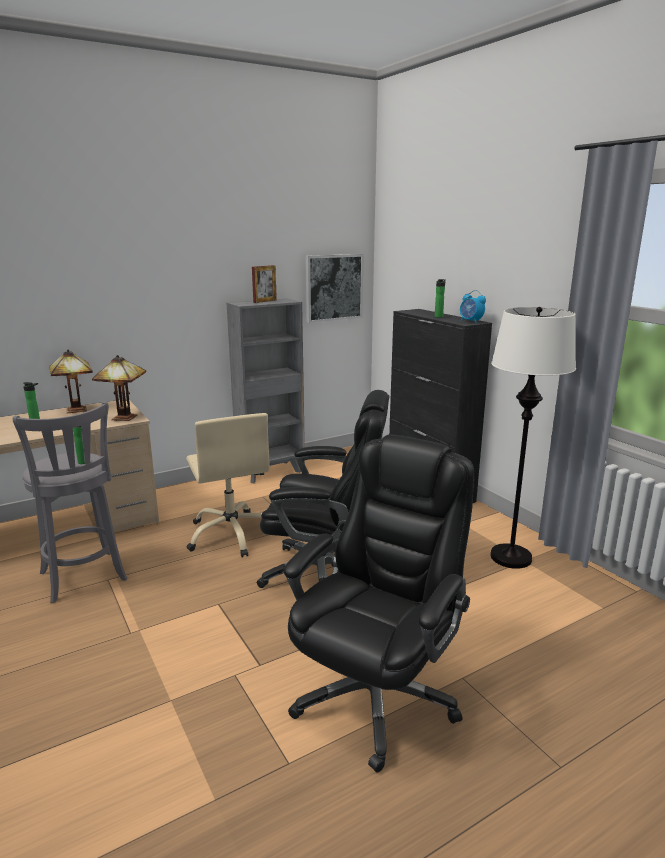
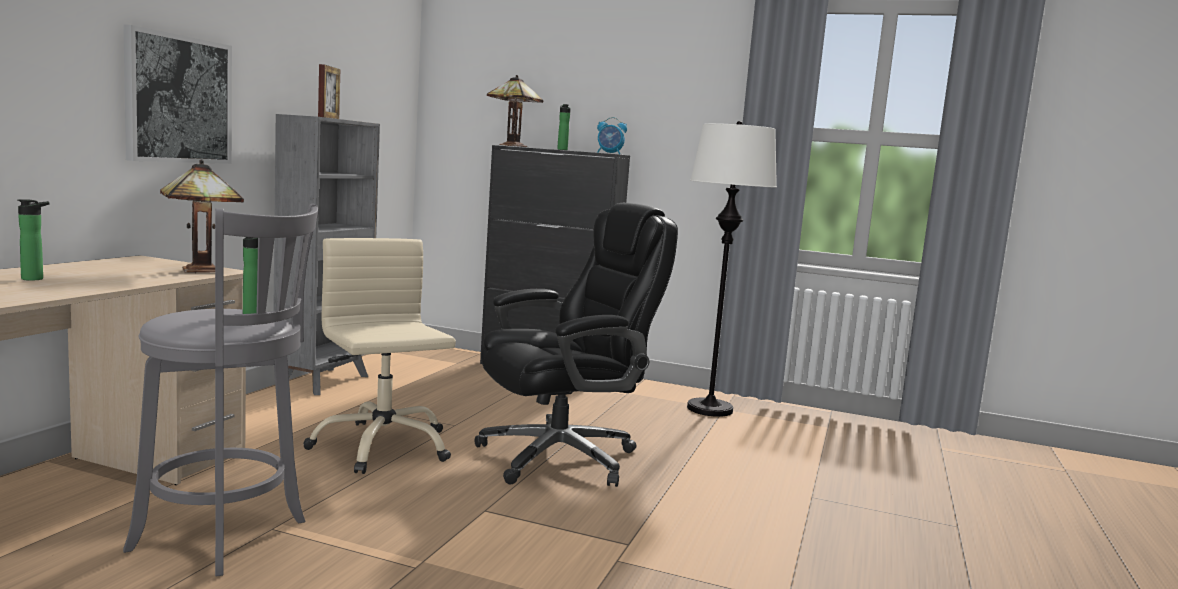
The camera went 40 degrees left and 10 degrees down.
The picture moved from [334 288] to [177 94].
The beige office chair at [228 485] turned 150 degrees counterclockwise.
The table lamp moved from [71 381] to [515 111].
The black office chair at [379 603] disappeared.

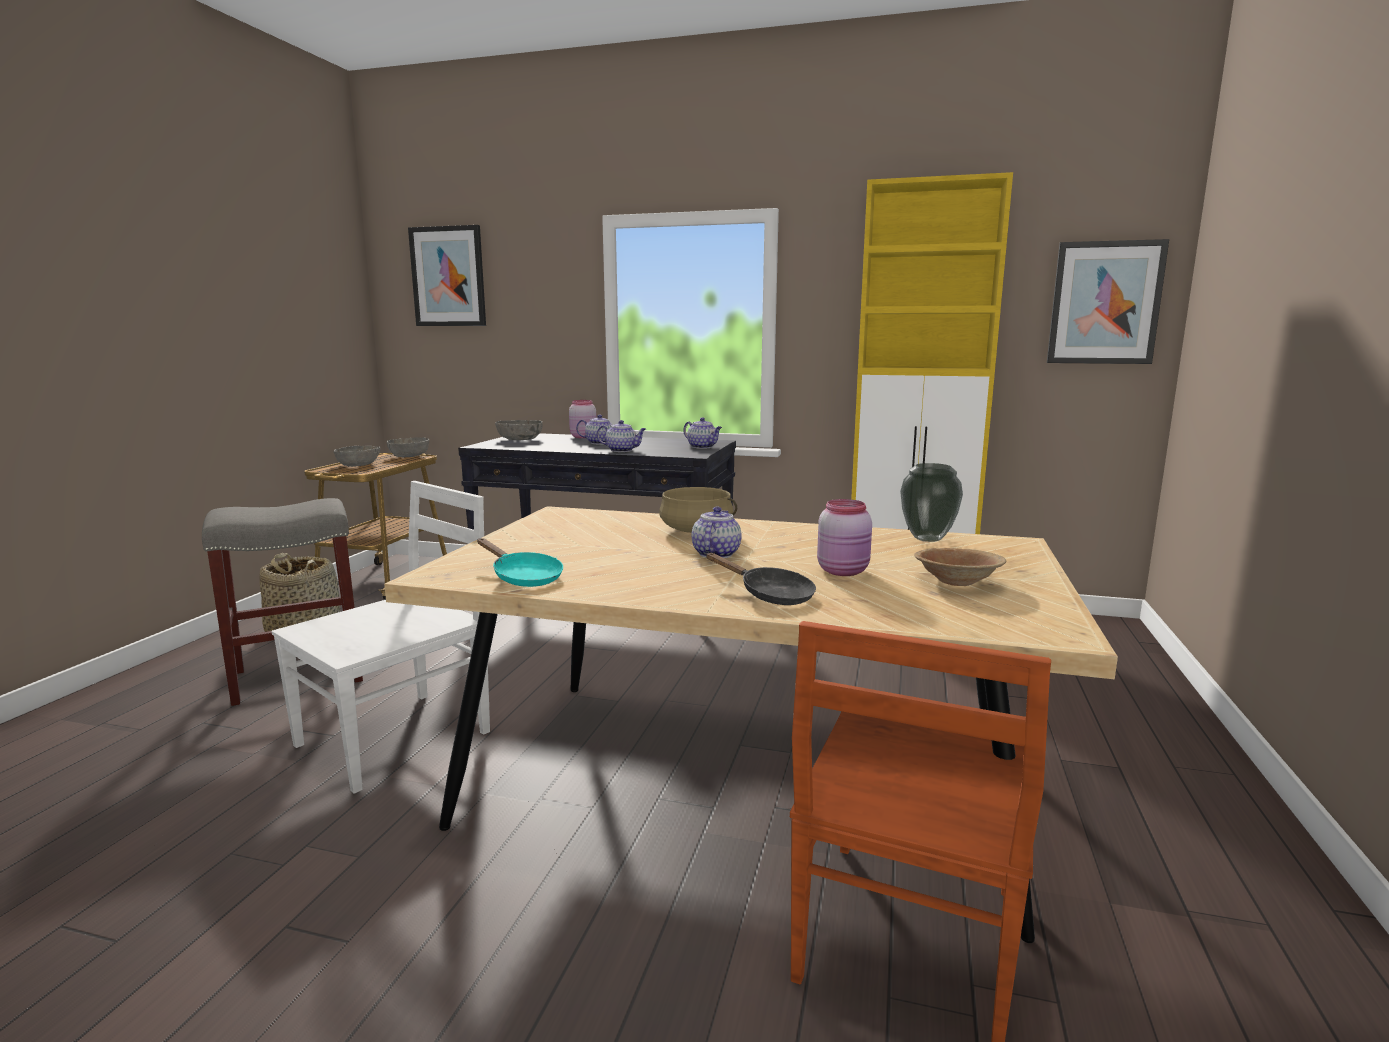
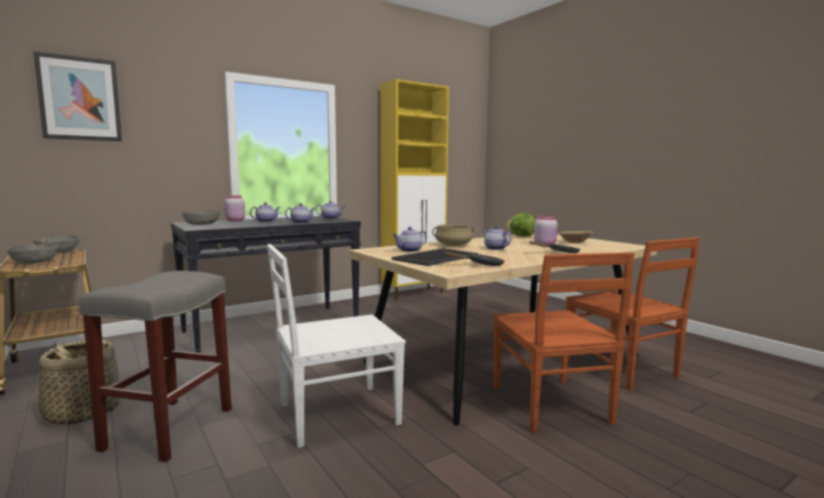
The camera went 50 degrees left and 5 degrees down.
The white chair at [381 637] turned 105 degrees counterclockwise.
The tray at [435 257] appeared.
The teapot at [410 239] appeared.
The turquoise frying pan at [520 562] became the black frying pan at [473 258].
The brown chair at [564 342] appeared.
The vase at [931 502] was replaced by the lettuce at [521 225].
The picture at [1108 301] disappeared.

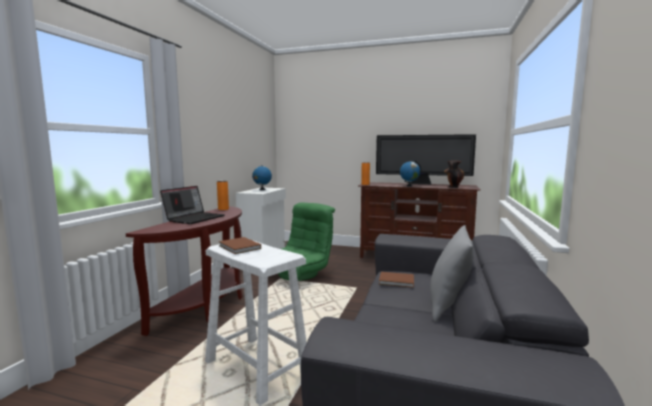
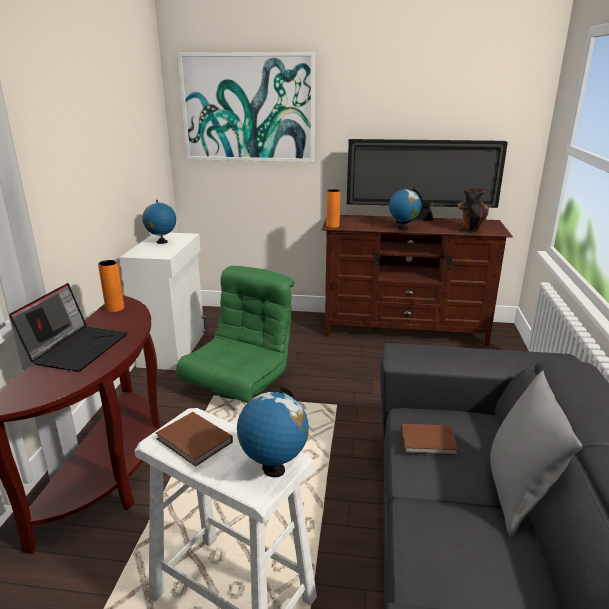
The camera went 10 degrees left and 15 degrees up.
The picture at [246 107] appeared.
The globe at [273 432] appeared.

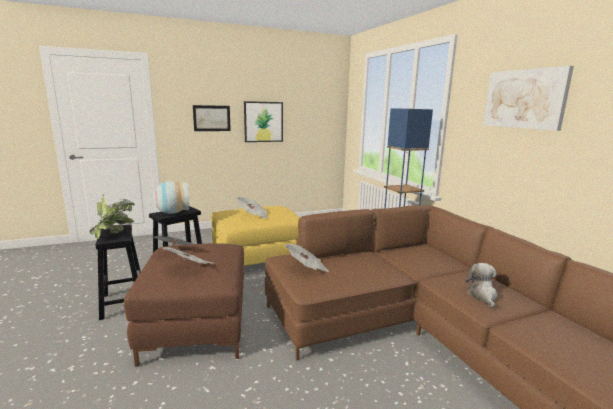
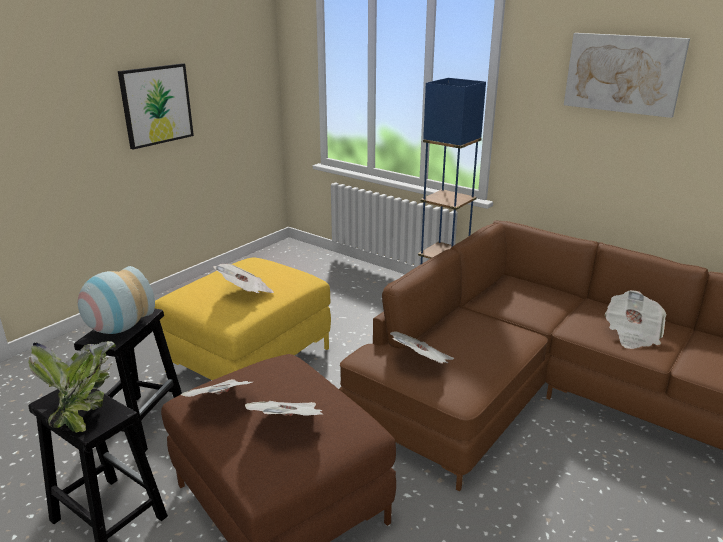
The camera went 30 degrees left and 10 degrees up.
The plush toy at [481 285] was replaced by the newspaper at [635 319].
The picture at [212 118] disappeared.

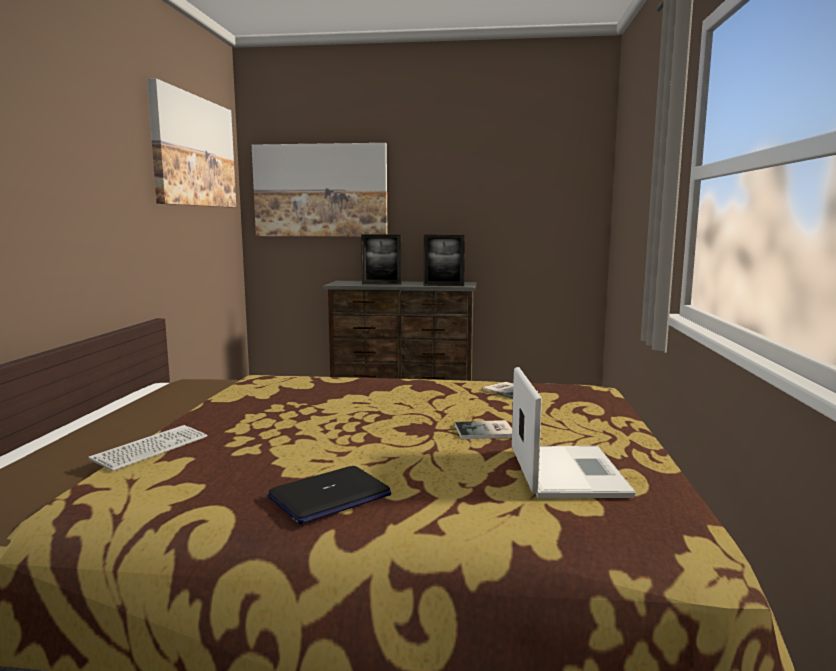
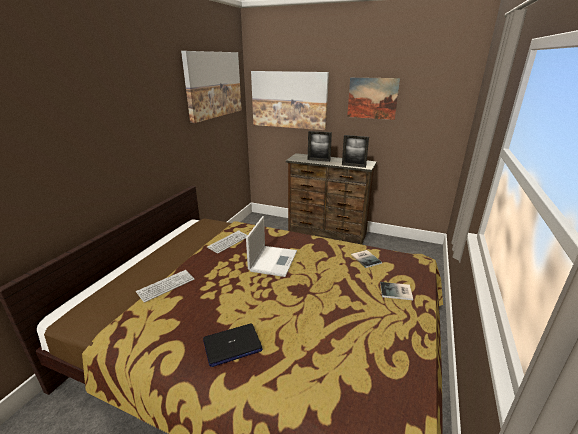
The camera went 15 degrees right and 15 degrees up.
The keyboard at [227 242] appeared.
The laptop moved from [574 432] to [271 246].
The picture at [373 98] appeared.
The book moved from [483 429] to [396 291].

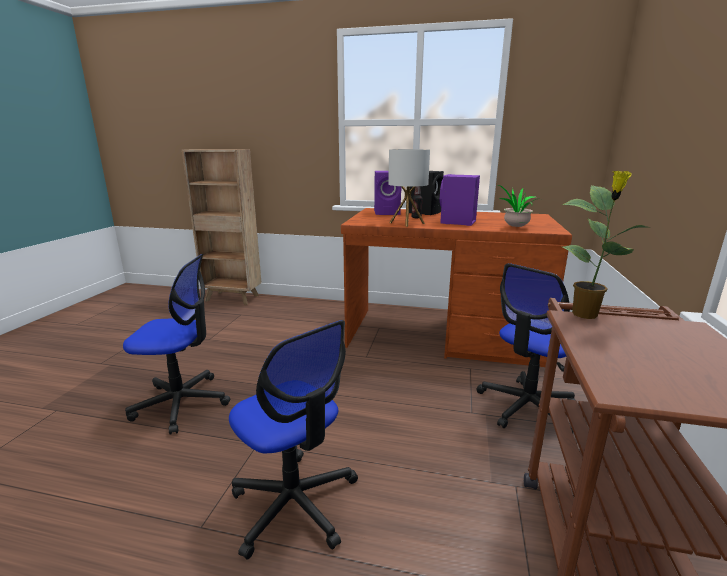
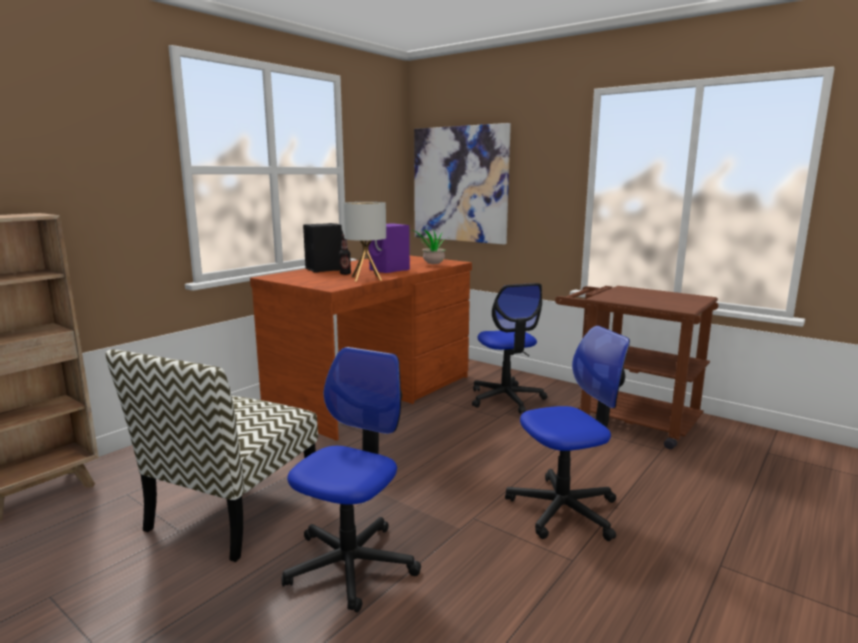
The camera went 65 degrees left and 5 degrees down.
The chair at [211 455] appeared.
The picture at [462 184] appeared.
The purple speaker at [387 193] disappeared.
The potted plant at [604 244] disappeared.

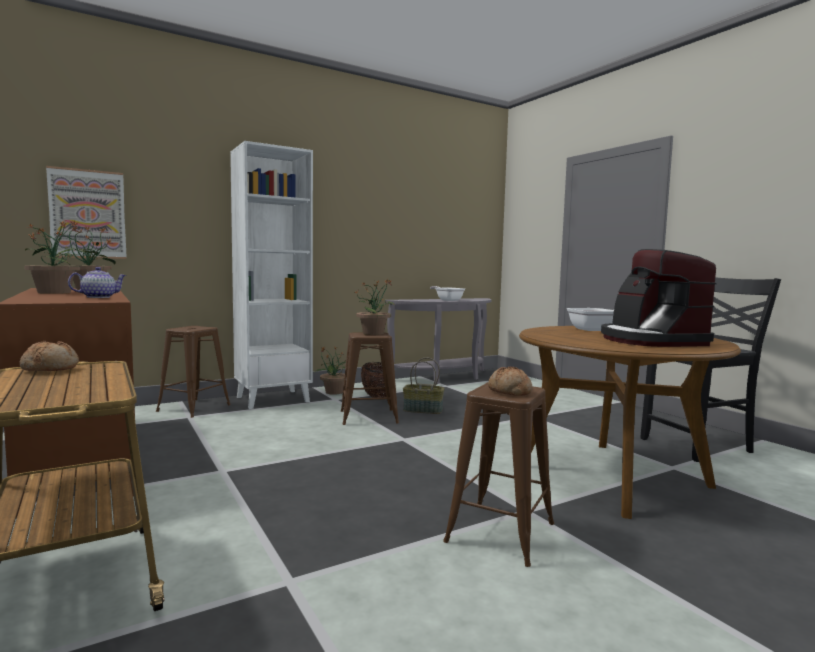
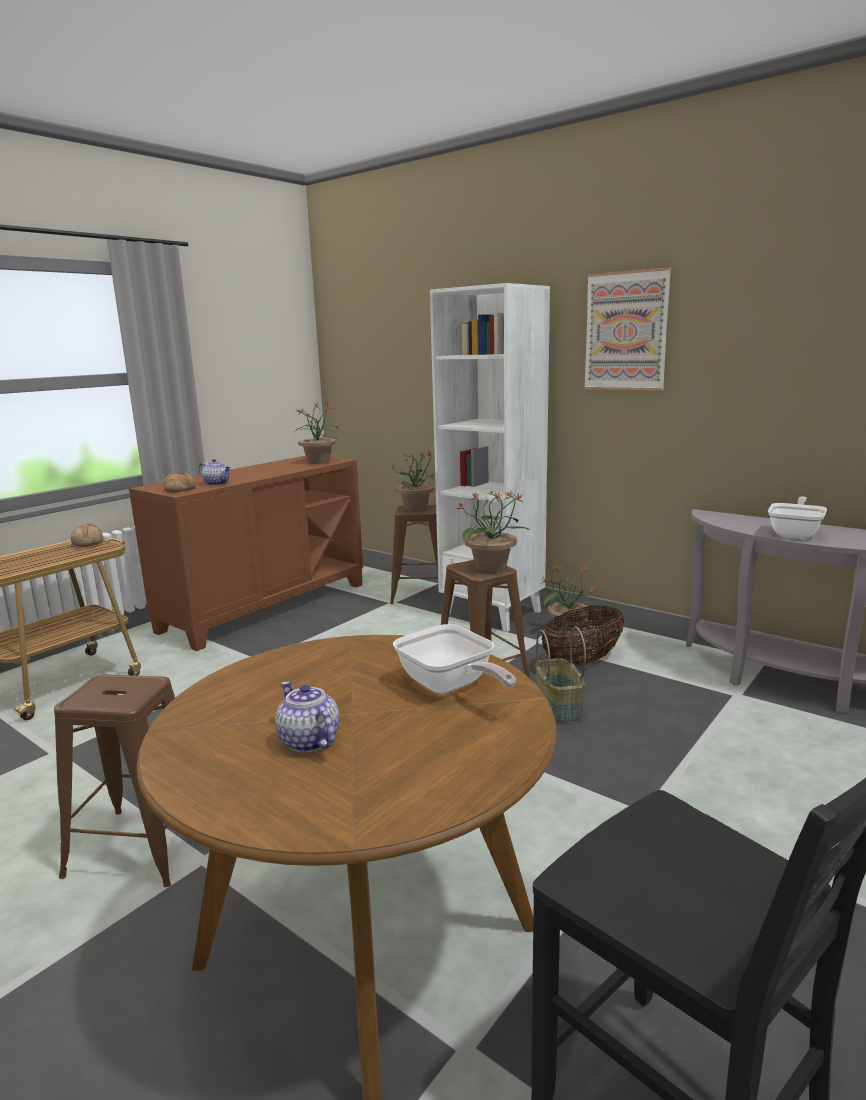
The camera went 70 degrees right and 10 degrees up.
The bread moved from [510 381] to [180 482].
The coffee machine at [658 298] was replaced by the teapot at [307 717].
The potted plant moved from [56 257] to [412 480].
The picture moved from [86 212] to [627 329].

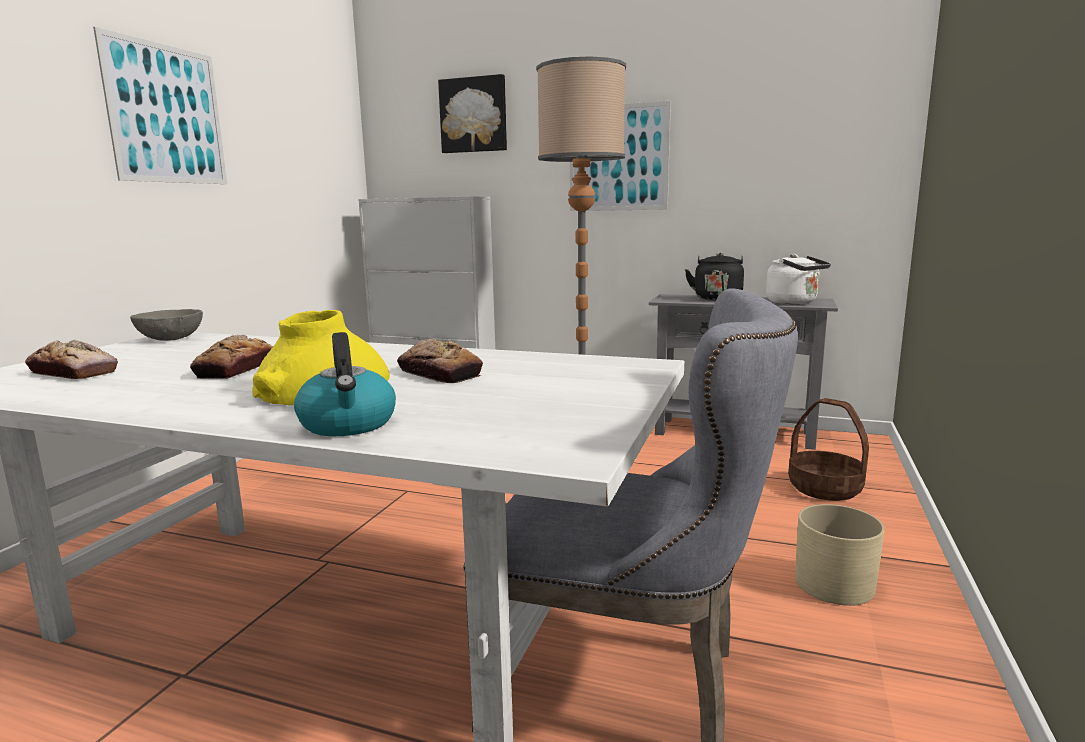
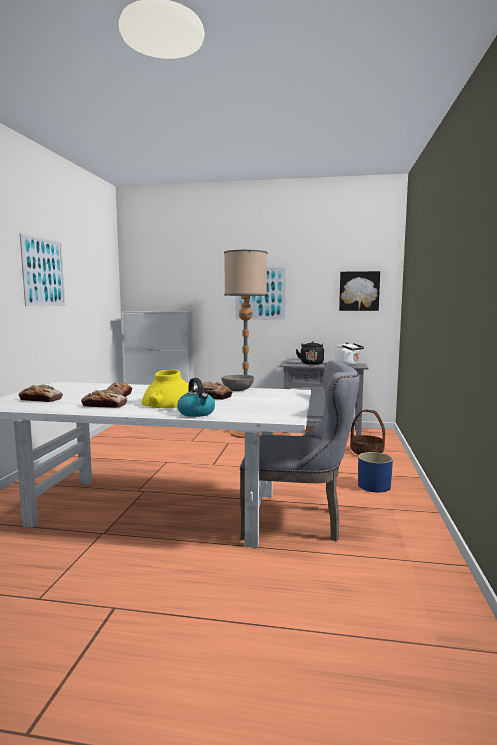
The camera went 10 degrees left and 5 degrees down.
The bread at [104 398] appeared.
The grey bowl moved from [166 325] to [237 383].
The picture moved from [472 113] to [359 291].
The beige planter at [840 555] became the blue planter at [375 472].

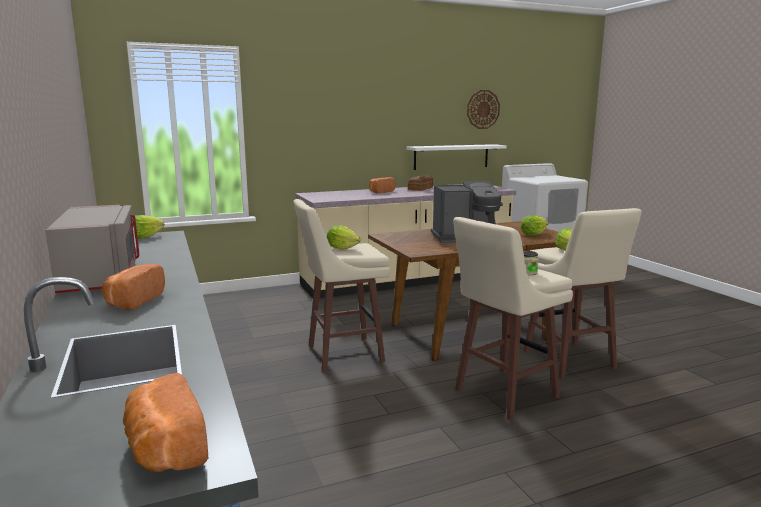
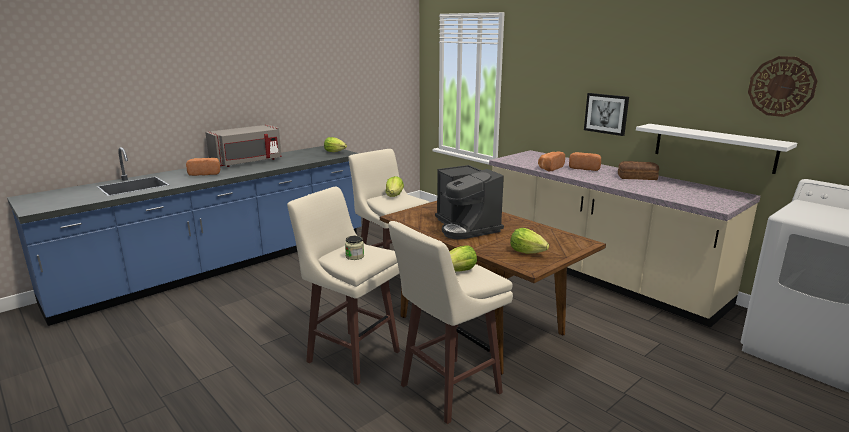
The camera went 70 degrees right and 5 degrees up.
The bread moved from [165 422] to [551 162].
The picture at [606 114] appeared.

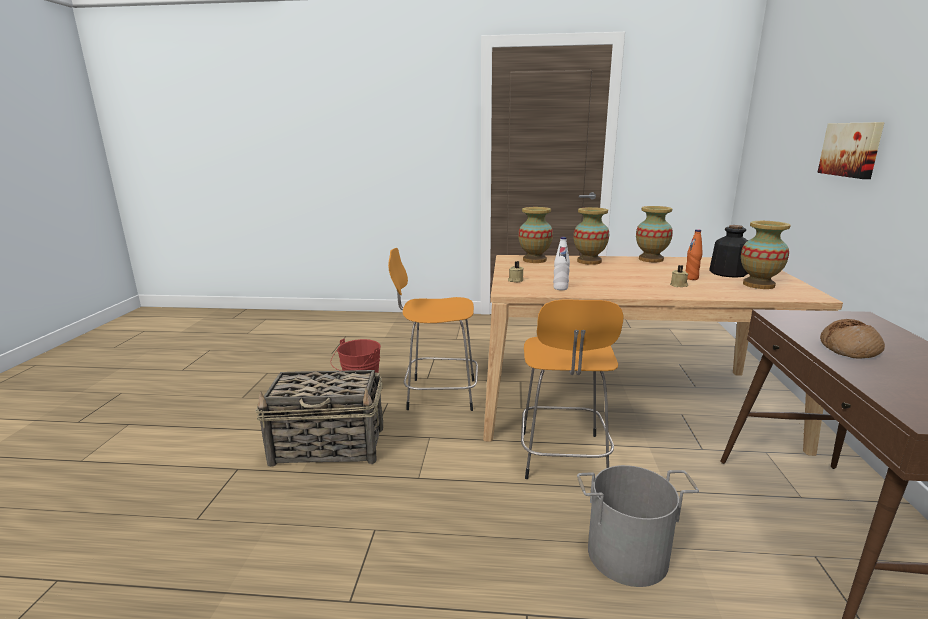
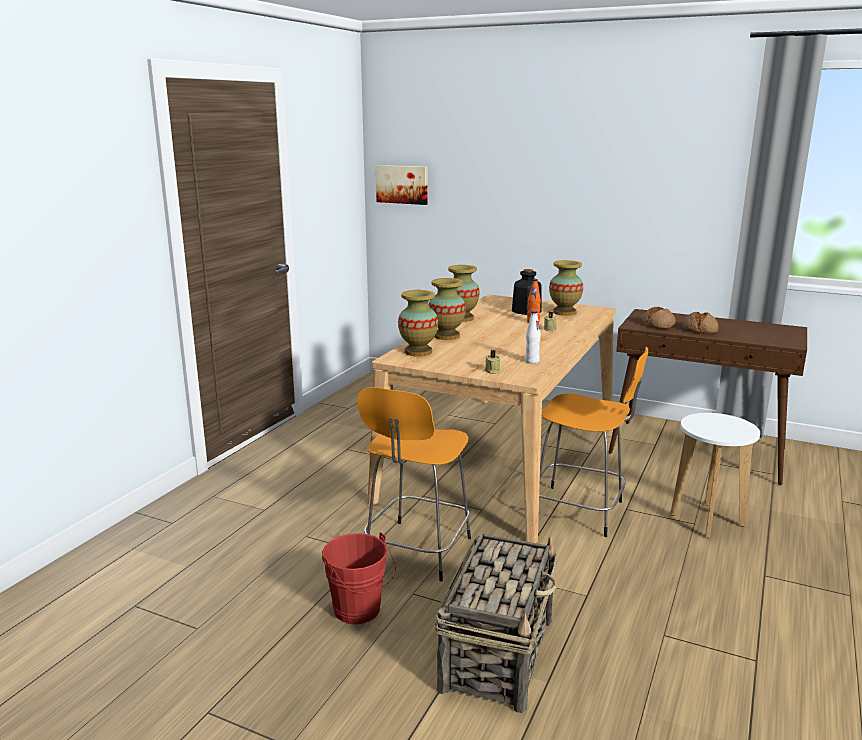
The camera went 70 degrees left and 0 degrees up.
The picture moved from [851 150] to [402 185].
The bread at [659 318] appeared.
The grey bucket at [638 526] was replaced by the white stool at [715 475].

